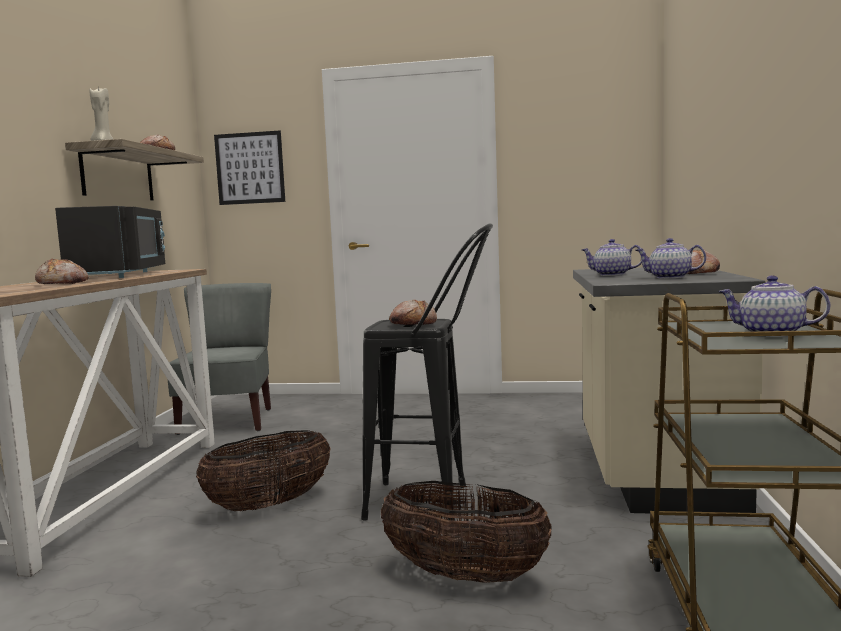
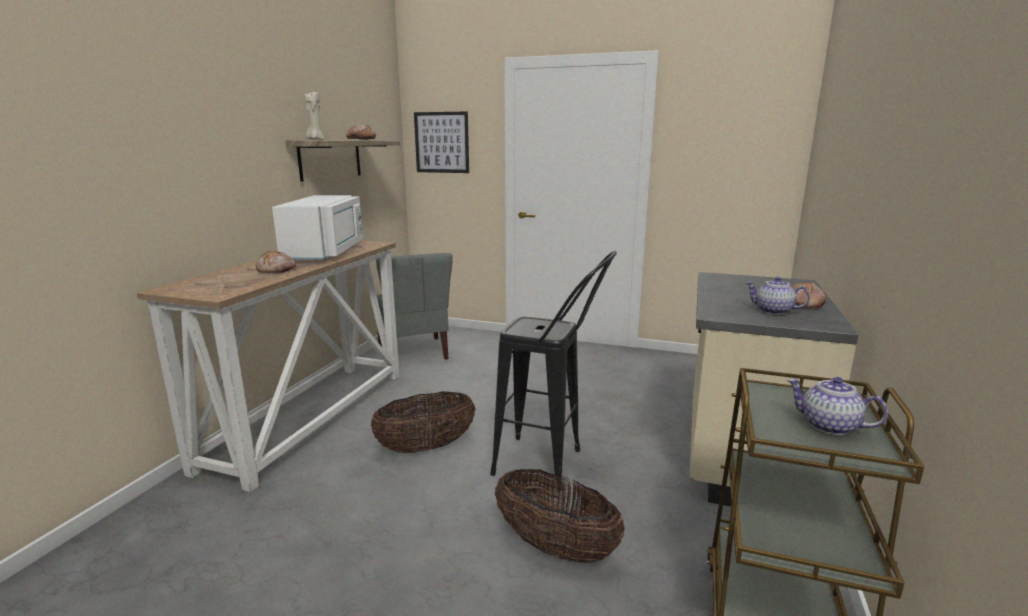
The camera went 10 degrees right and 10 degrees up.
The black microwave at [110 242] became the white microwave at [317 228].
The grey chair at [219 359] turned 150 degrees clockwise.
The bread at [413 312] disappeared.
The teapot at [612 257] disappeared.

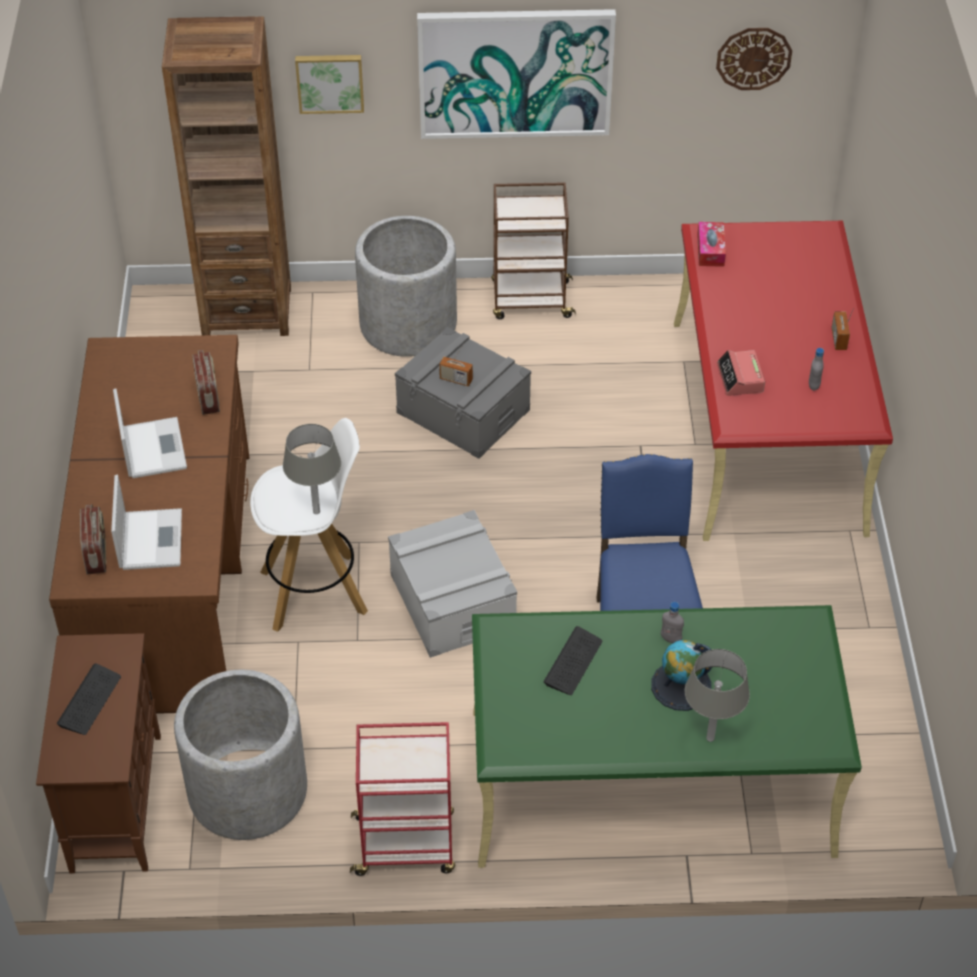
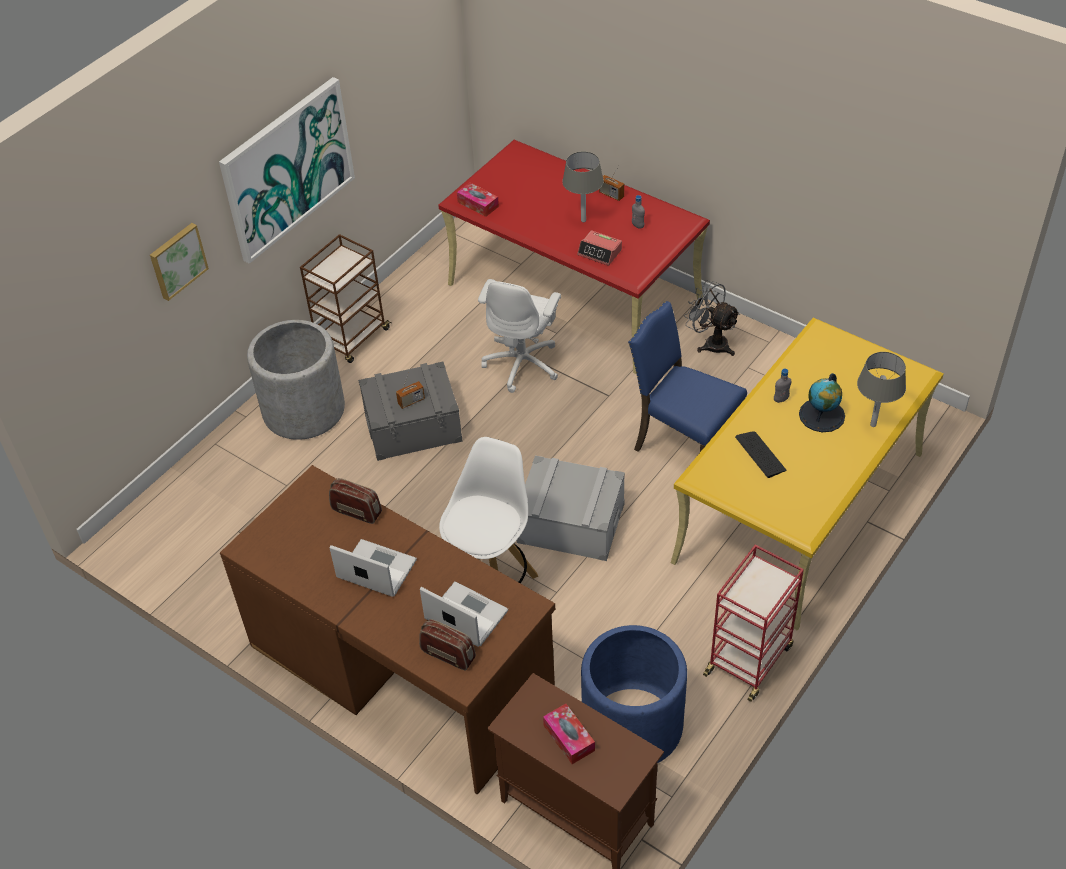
The camera went 50 degrees left and 0 degrees up.
The white office chair at [519 336] appeared.
The keyboard at [89 699] was replaced by the tissue box at [569 734].
The grey table lamp moved from [312 469] to [583 186].
The grey planter at [240 755] became the blue planter at [634 694].
The green desk at [667 736] became the yellow desk at [807 474].
The grey fan at [712 318] appeared.
The brown bookcase at [226 176] disappeared.
The wall clock at [754 59] disappeared.

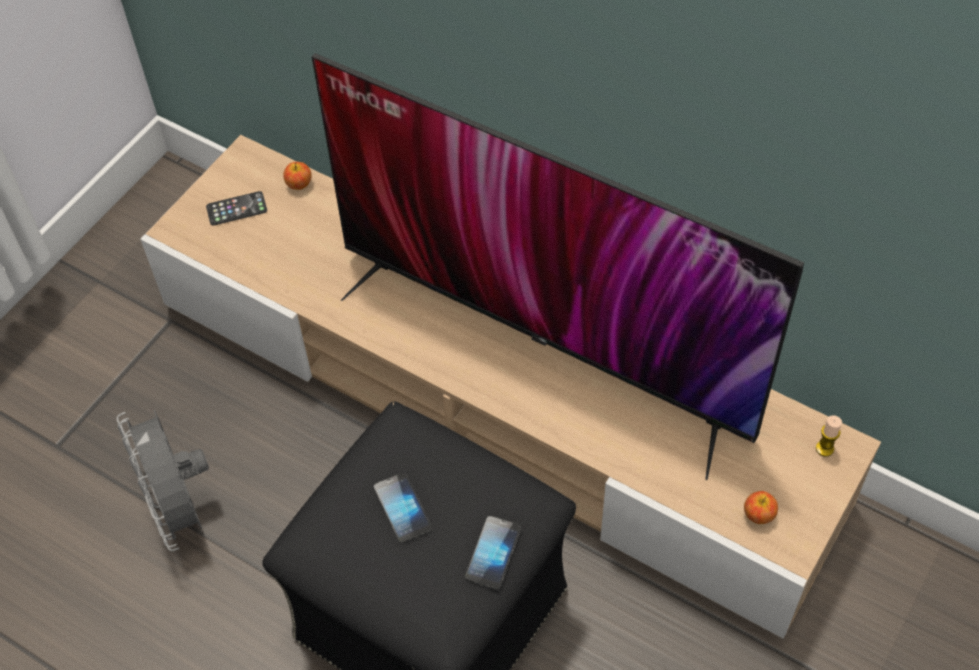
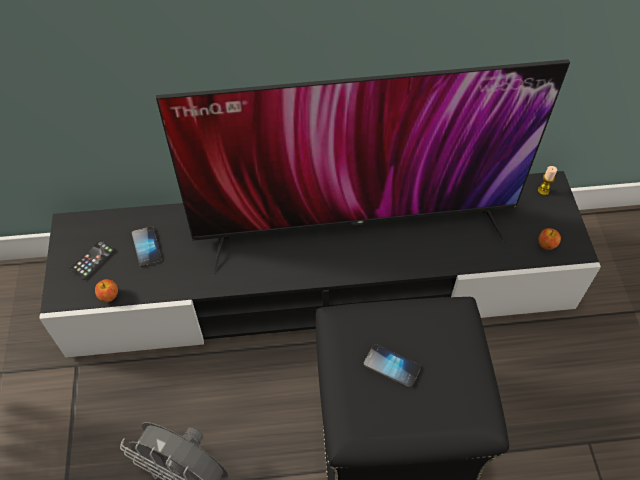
The camera went 40 degrees left and 0 degrees up.
The beige tv stand at [510 387] became the black tv stand at [320 264].
The apple moved from [297 176] to [106 290].
The phone moved from [493 553] to [147 246].

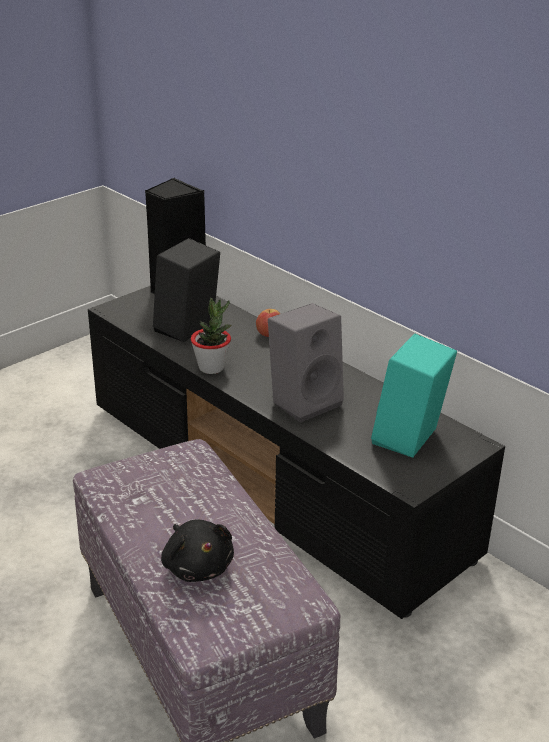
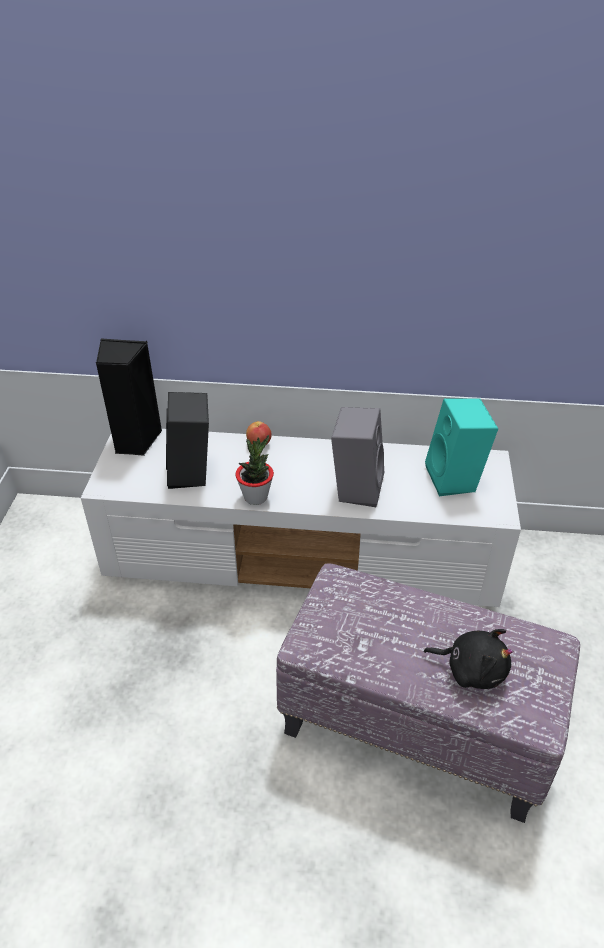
The camera went 40 degrees left and 10 degrees up.
The black tv stand at [296 452] became the white tv stand at [301 518].

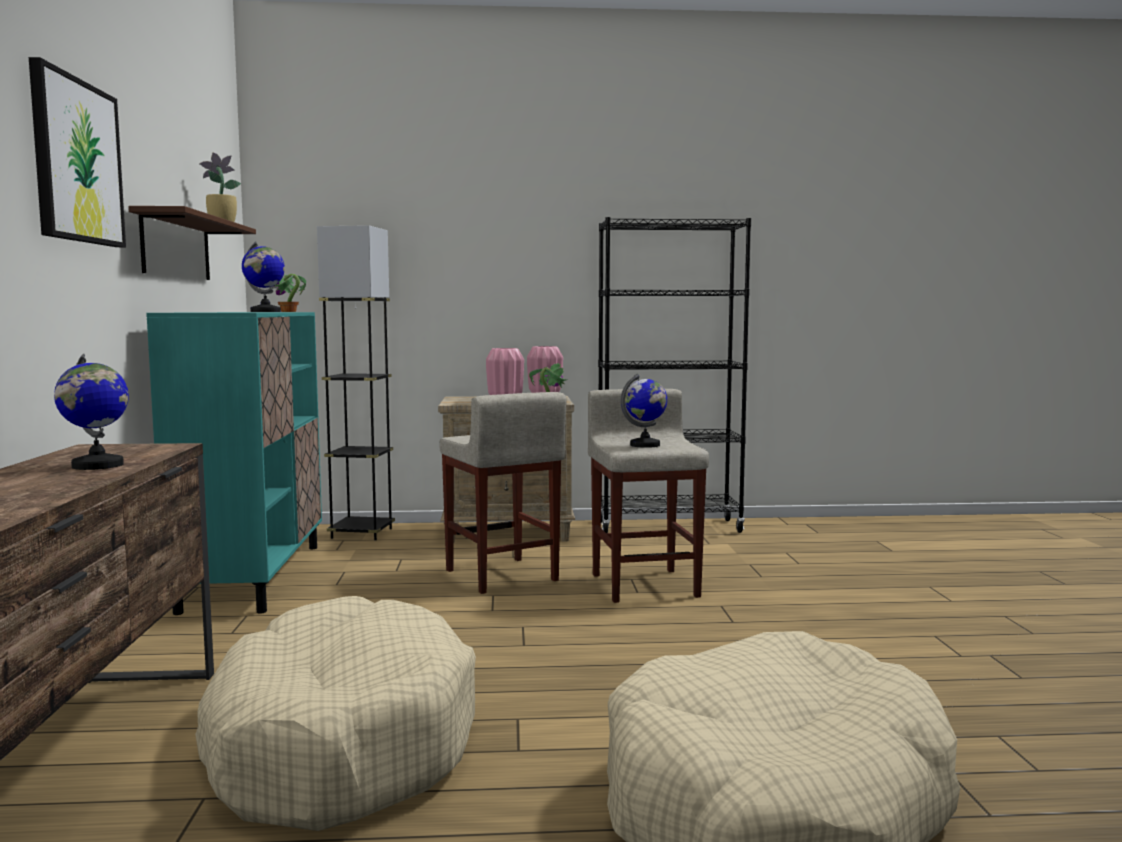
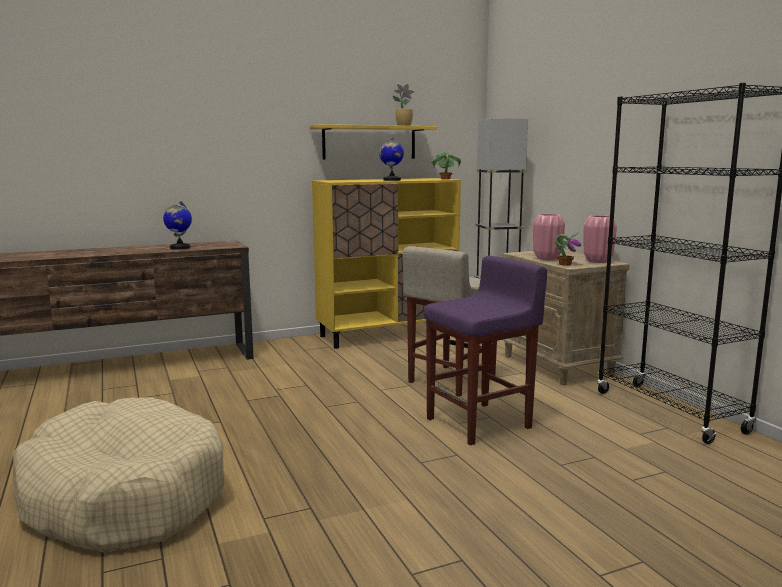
The camera went 70 degrees right and 5 degrees up.
The brown shelf at [192 243] became the yellow shelf at [373 141].
The turquoise cabinet at [234 463] became the yellow cabinet at [386 263].
The beige stool at [648 496] became the purple stool at [485 350].
The picture at [77 152] disappeared.
The beige dog bed at [335 713] disappeared.
The globe at [644 411] disappeared.

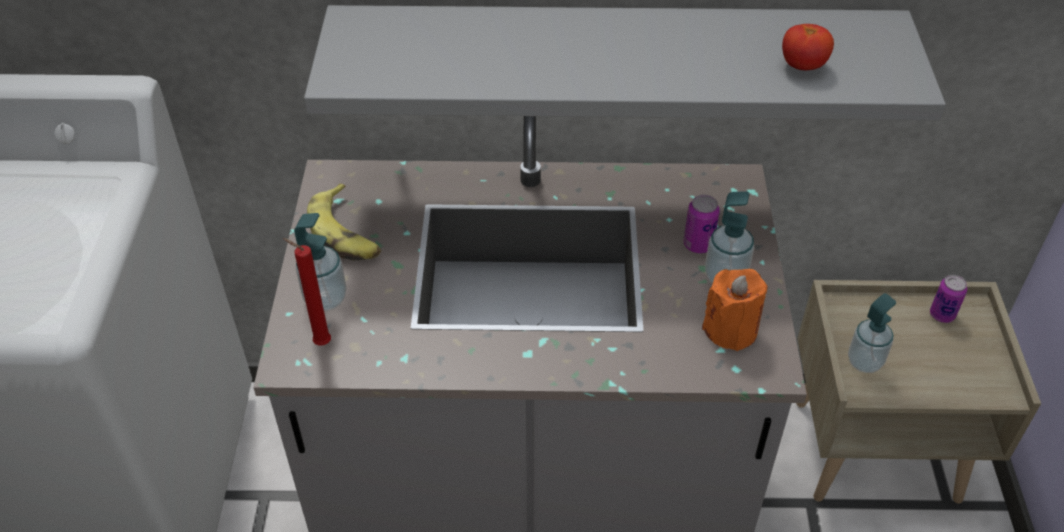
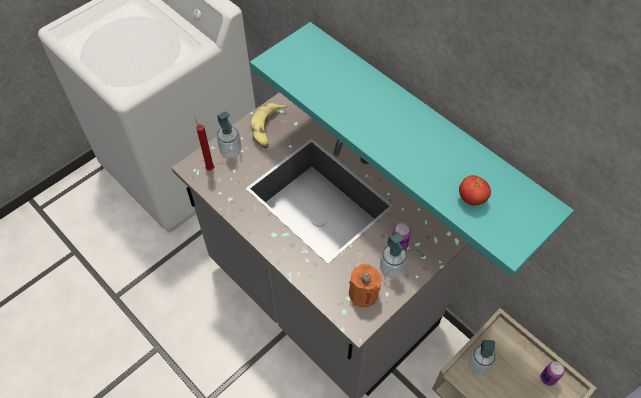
The camera went 45 degrees right and 10 degrees up.
The grey shelf at [625 62] became the turquoise shelf at [412 149].

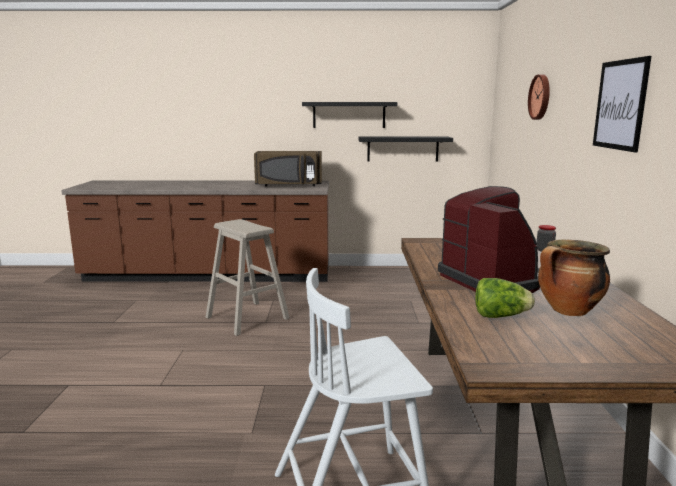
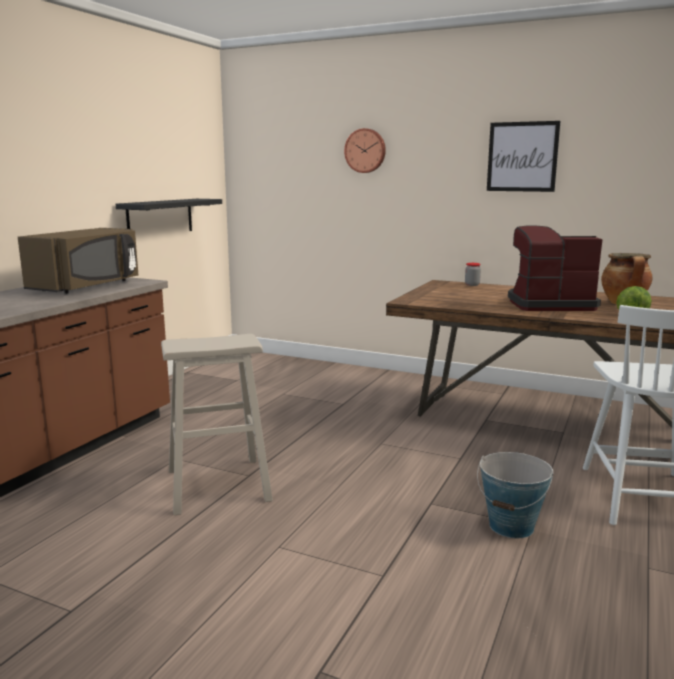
The camera went 65 degrees left and 0 degrees up.
The bucket at [515 495] appeared.
The black shelf at [349 115] disappeared.

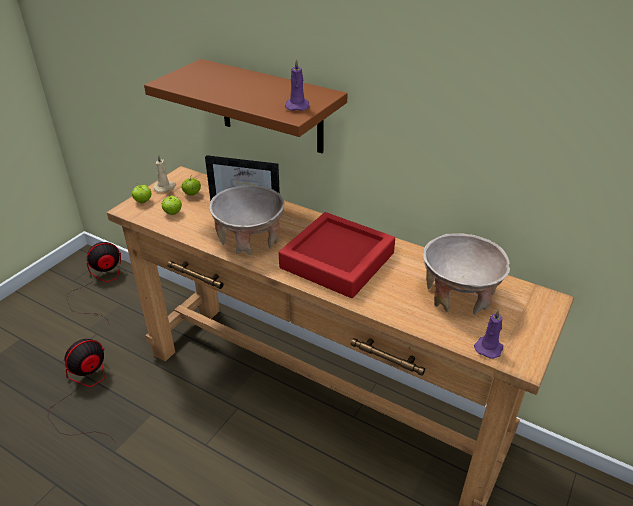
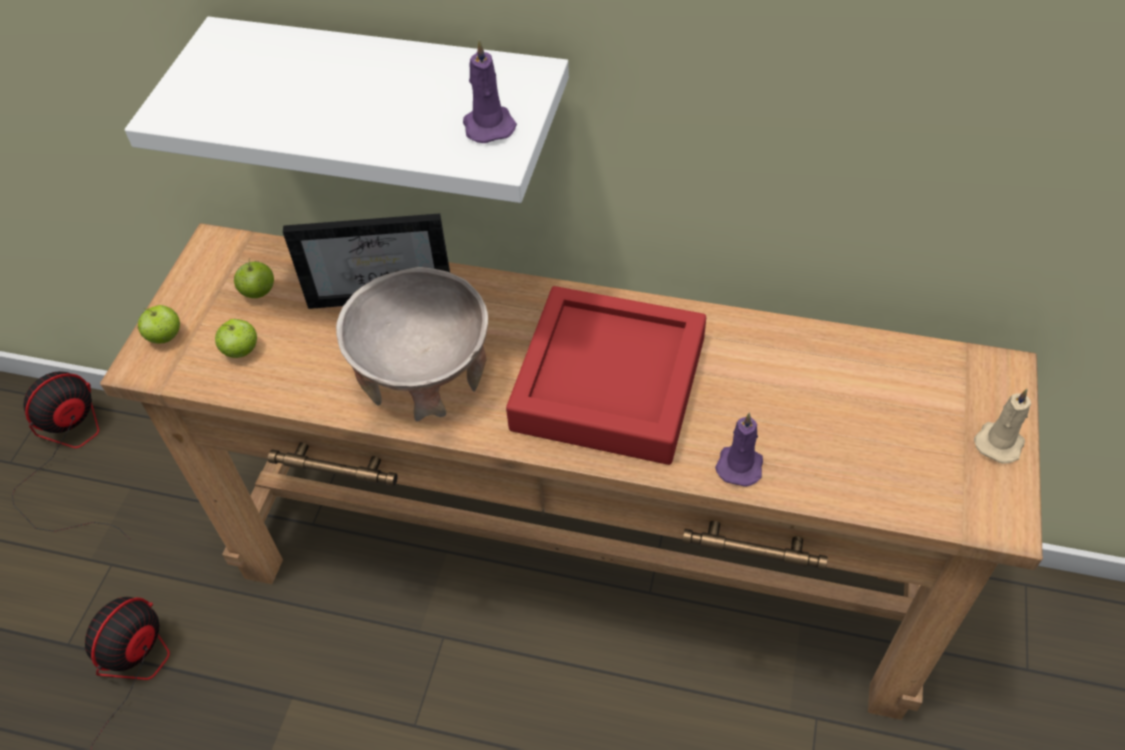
The camera went 15 degrees left and 15 degrees up.
The brown shelf at [246 106] became the white shelf at [347 110].
The purple candle moved from [488 334] to [739 450].
The beige candle moved from [164 173] to [1002 426].
The beige bowl at [466 274] disappeared.

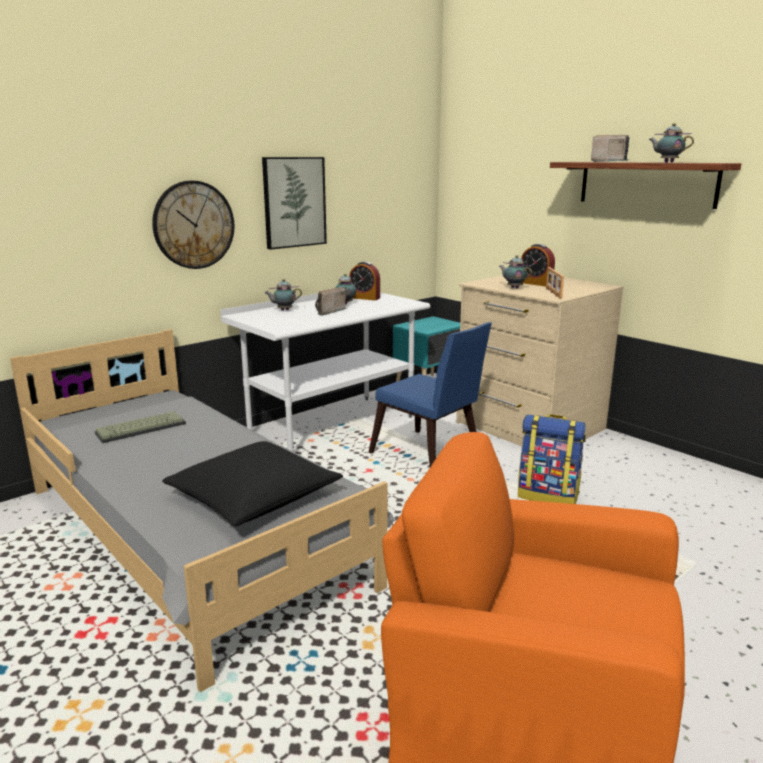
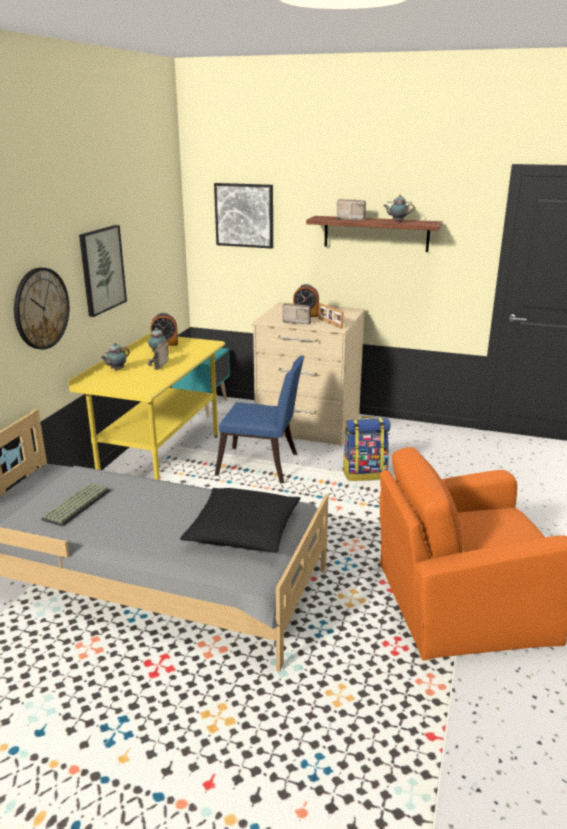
The camera went 30 degrees left and 5 degrees up.
The white desk at [325 372] became the yellow desk at [146 406].
The picture at [243 216] appeared.
The teapot at [515 271] was replaced by the radio at [297 313].

